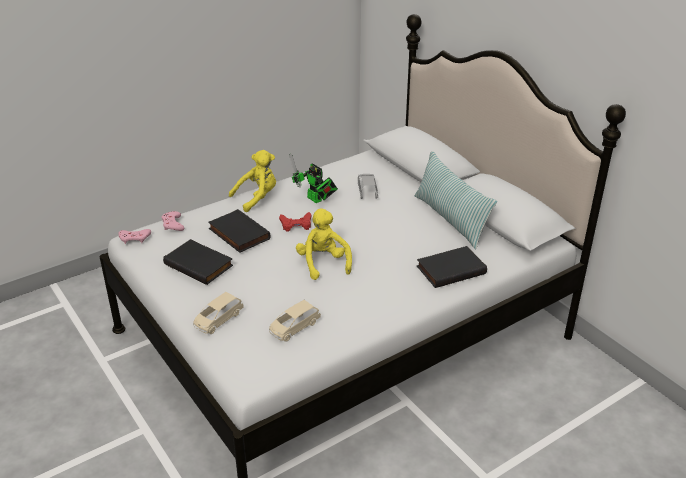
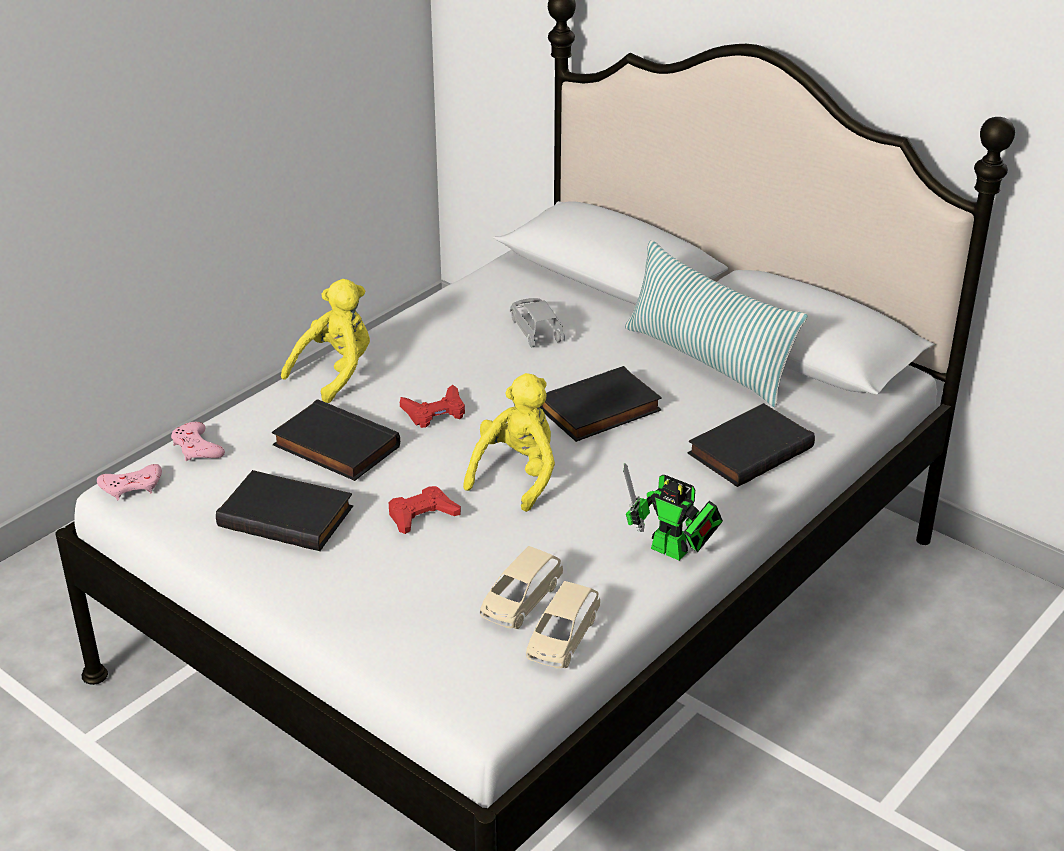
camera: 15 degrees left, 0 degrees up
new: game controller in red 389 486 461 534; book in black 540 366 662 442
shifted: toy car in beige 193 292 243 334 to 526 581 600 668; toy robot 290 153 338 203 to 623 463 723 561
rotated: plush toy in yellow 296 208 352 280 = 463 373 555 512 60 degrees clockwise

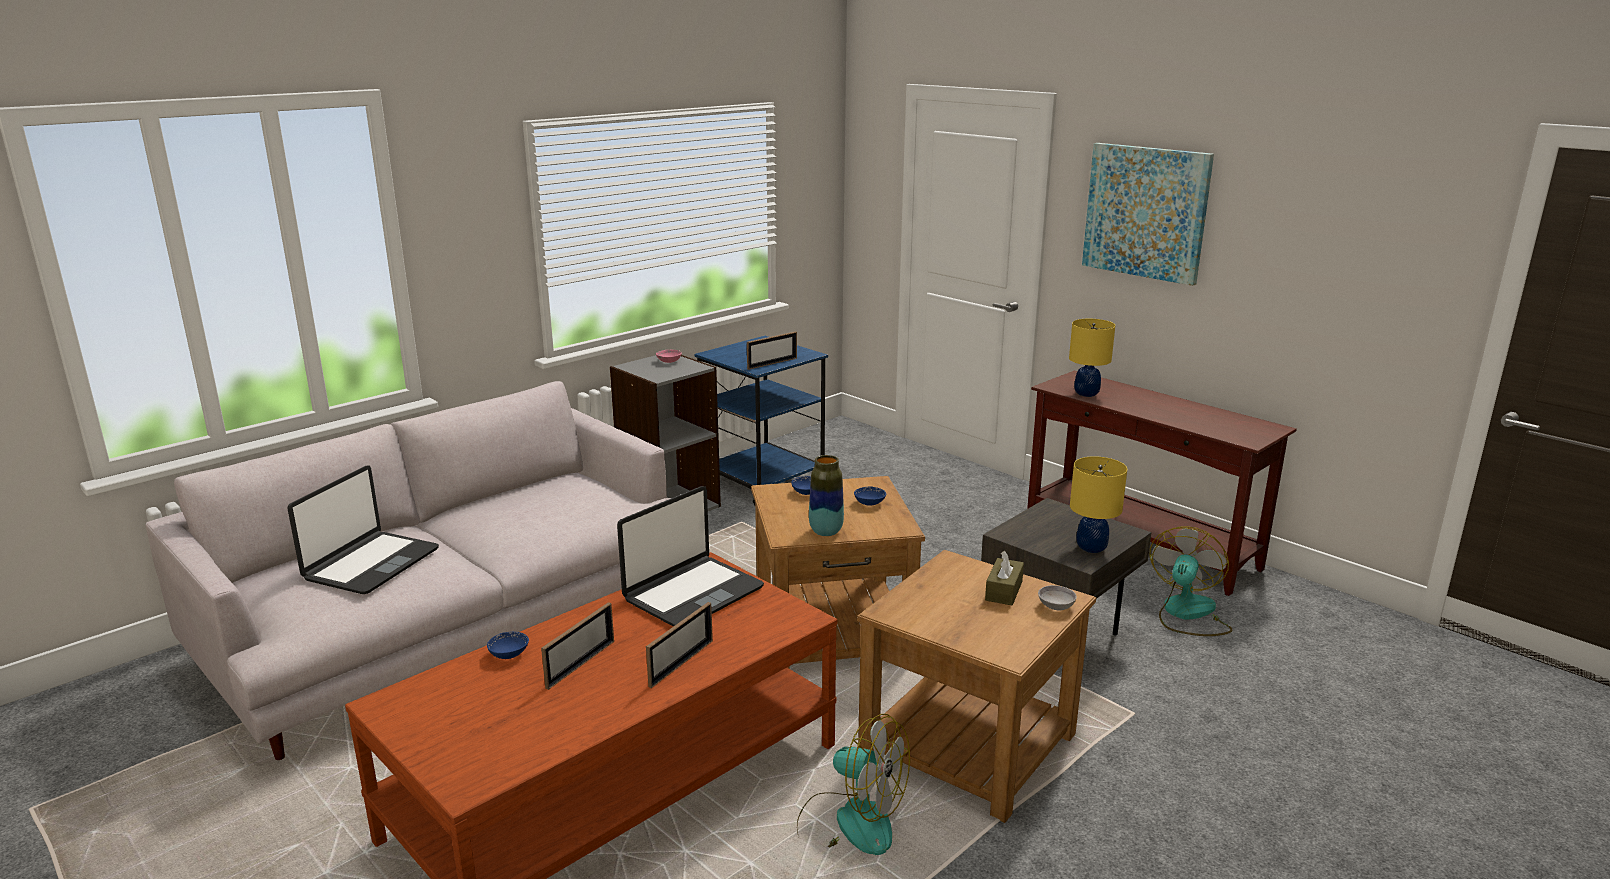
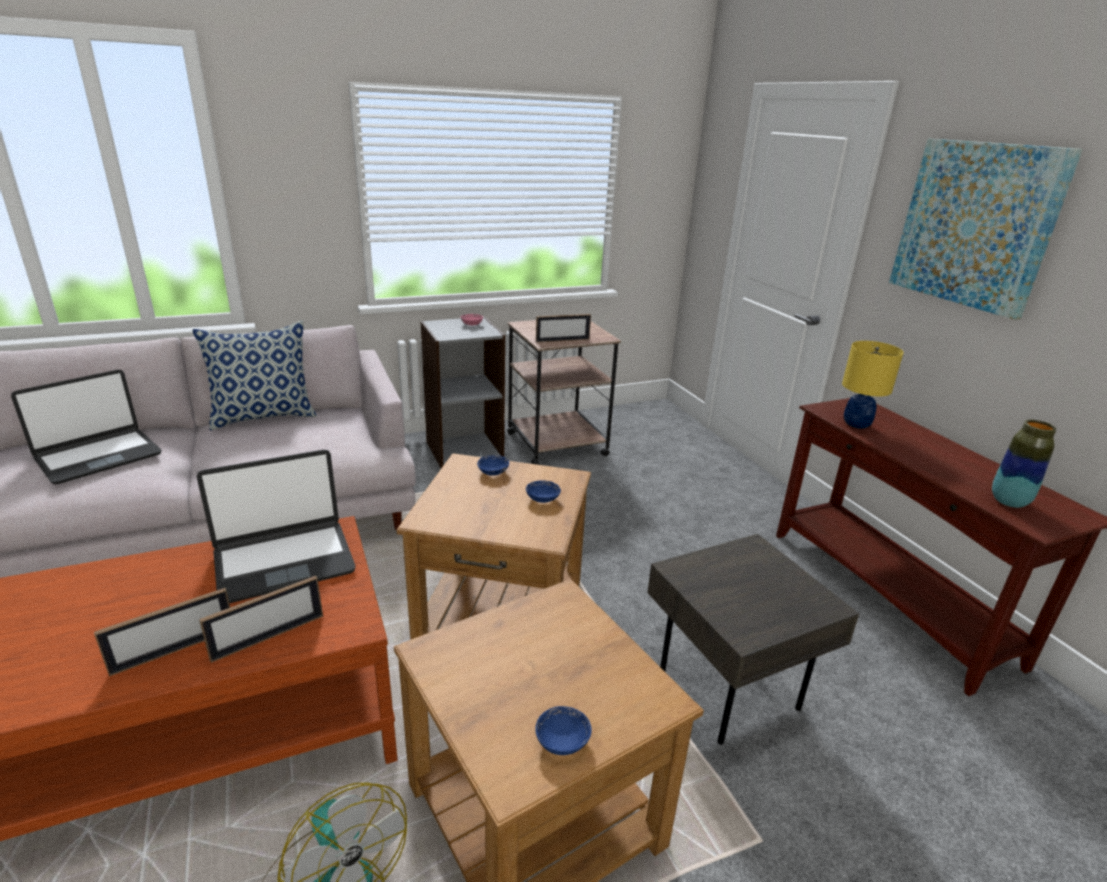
camera: 20 degrees right, 5 degrees up
gone: tissue box in brown 985 551 1024 605; bowl in grey 1038 585 1077 610; table lamp in yellow 1070 456 1127 553; fan 1150 526 1232 636
new: pillow 192 320 317 430
shifted: picture frame 541 602 614 690 to 199 576 323 663; bowl in blue 487 632 529 659 to 535 706 592 755; vase 809 455 844 536 to 992 420 1056 508
repainted: cart in blue 694 336 828 505 to cart in brown 507 320 621 465

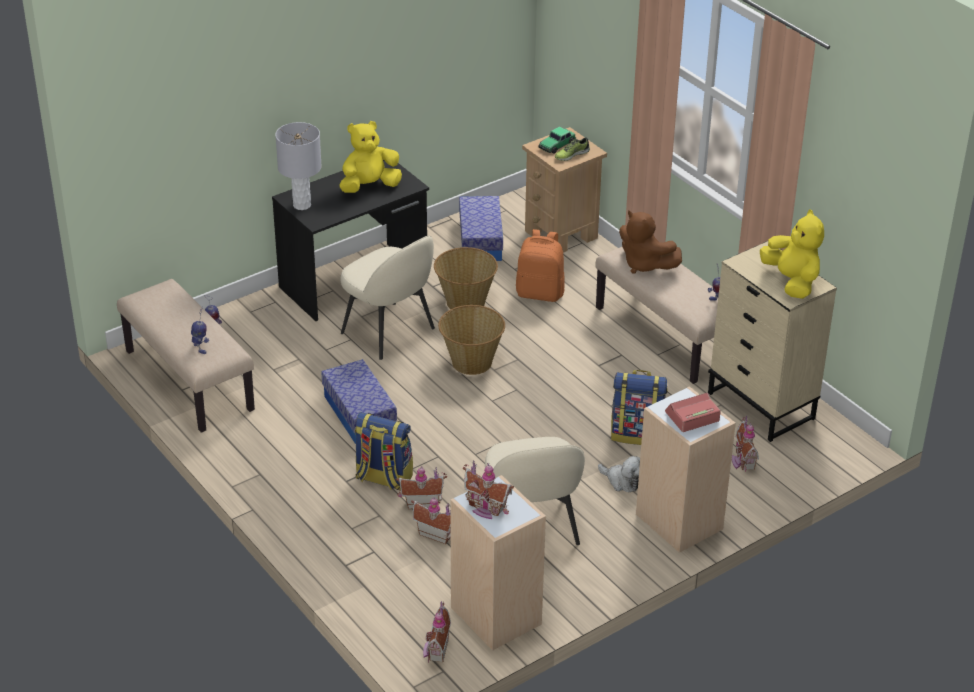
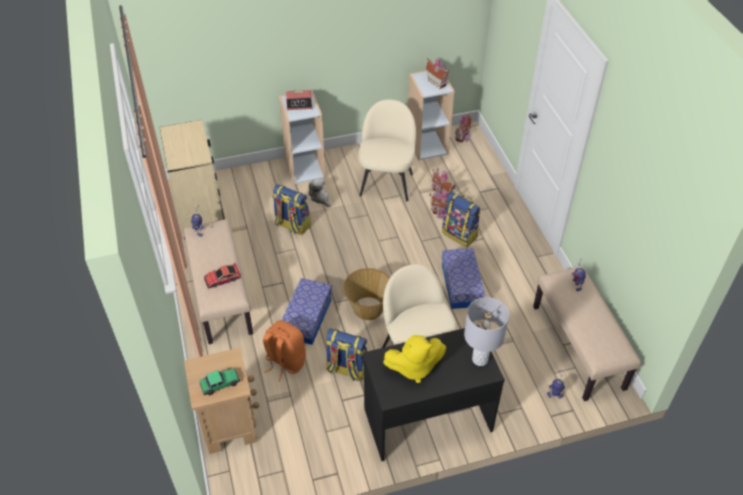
camera: 160 degrees left, 10 degrees up
gone: shoe 555 138 590 161; toy house 732 416 759 471; plush toy in yellow 760 209 824 299
shifted: storage box 459 196 503 261 to 282 278 332 345
swapped: plush toy in brown 619 211 682 274 to toy car 204 263 241 288; basket 434 247 498 311 to backpack 326 329 367 381

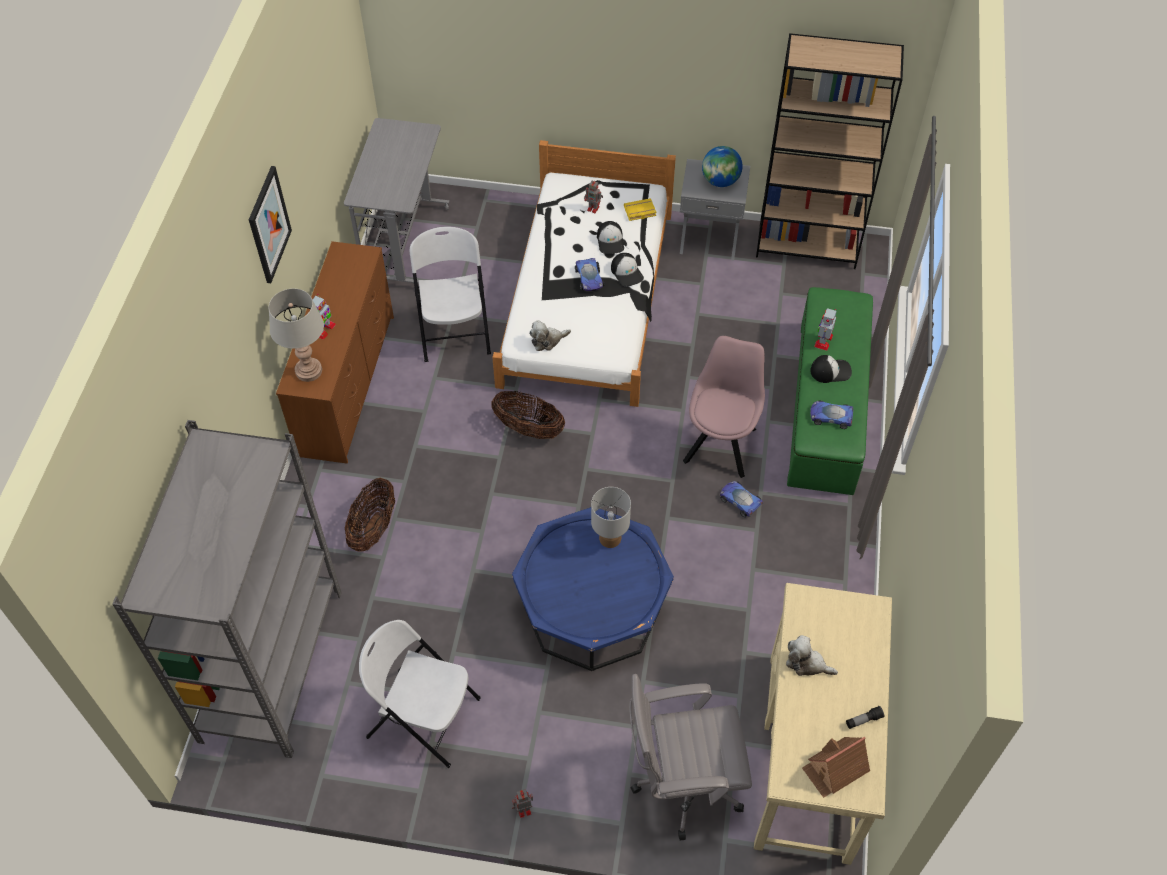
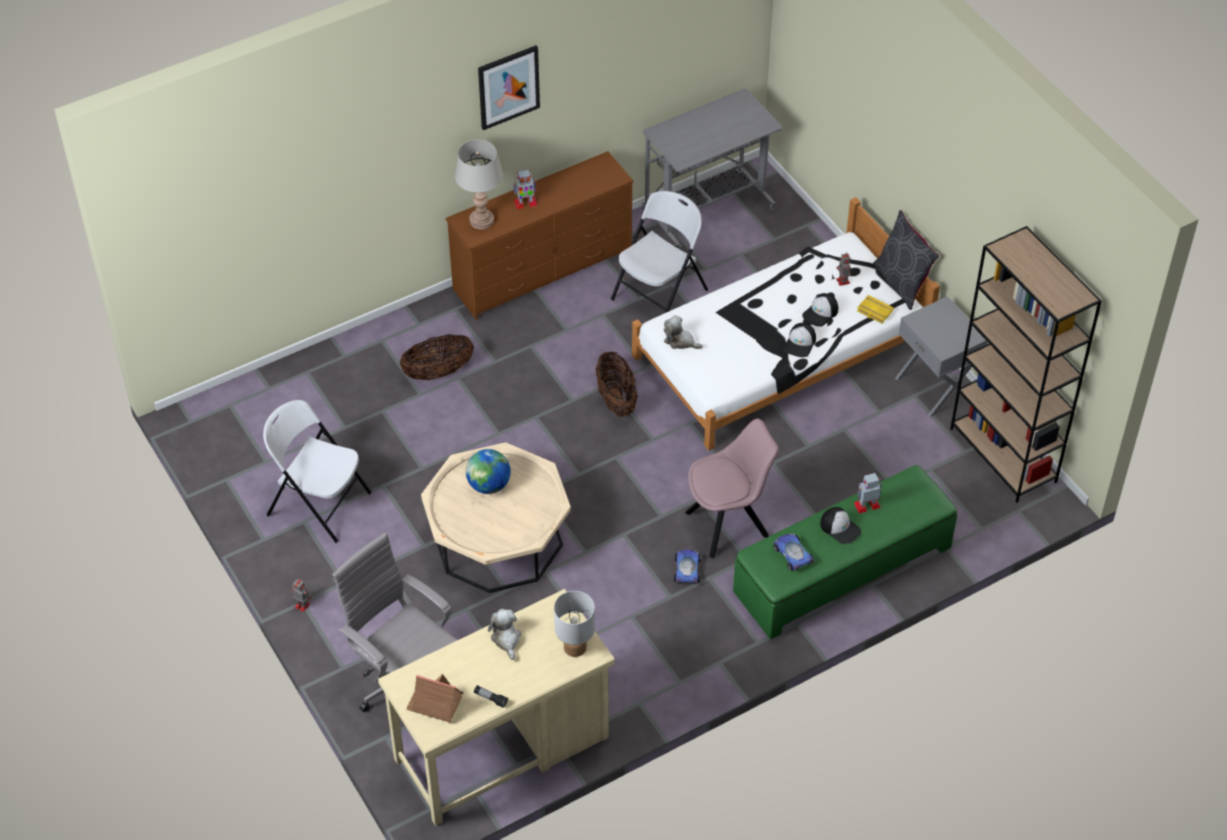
camera: 50 degrees right, 5 degrees down
gone: bookcase in grey 112 420 342 758; toy car 575 258 604 291
new: pillow in grey 873 210 939 310
shifted: globe 702 146 743 187 to 466 449 511 494; table lamp in grey 591 487 631 548 to 554 591 595 657
repainted: coffee table in blue 512 507 674 671 to coffee table in beige 421 442 571 593
rotated: chair in white 359 620 481 768 = 263 400 372 543 45 degrees counterclockwise

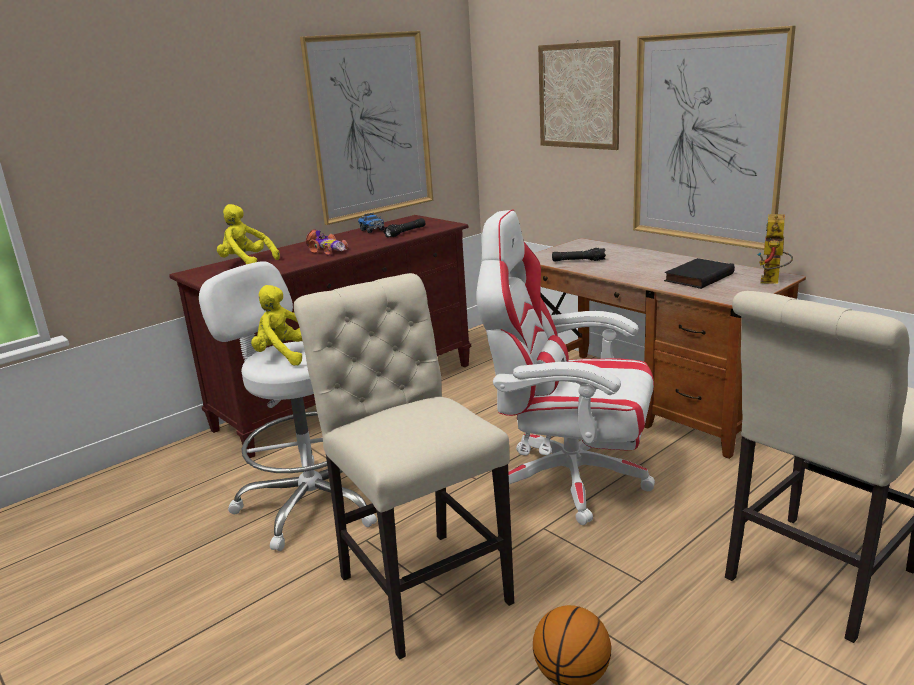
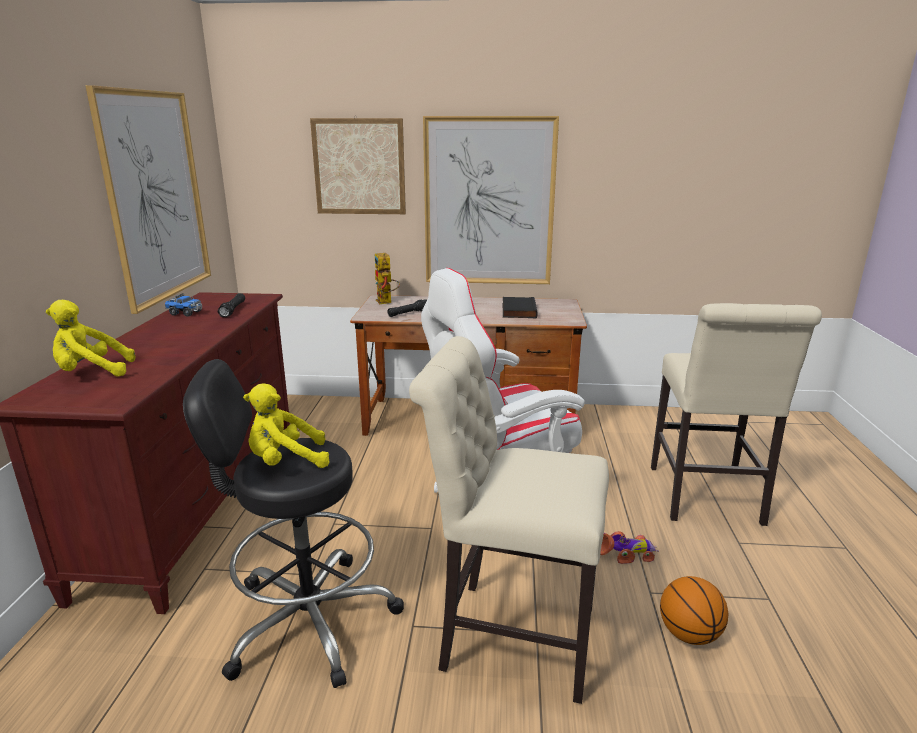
camera: 45 degrees left, 0 degrees up
shifted: toy robot 757 214 793 284 to 375 253 400 304; toy car 306 229 349 255 to 600 531 659 564
repainted: stool in white 199 261 377 551 to stool in black 183 359 404 688

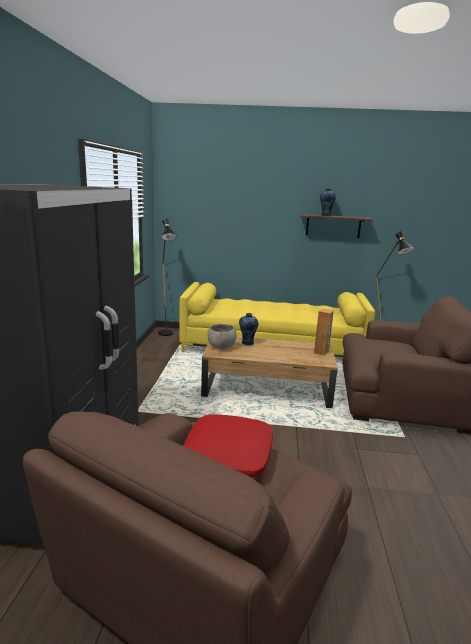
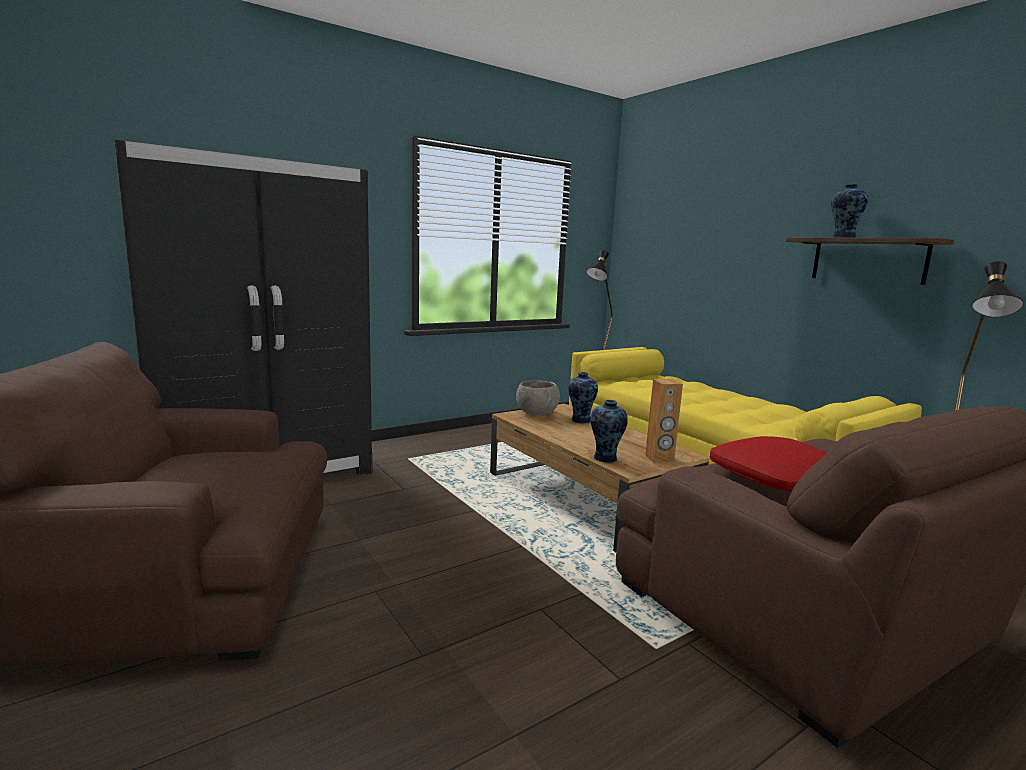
camera: 50 degrees right, 5 degrees down
new: vase 591 400 628 463
shifted: pillow in red 183 414 273 478 to 710 436 827 491

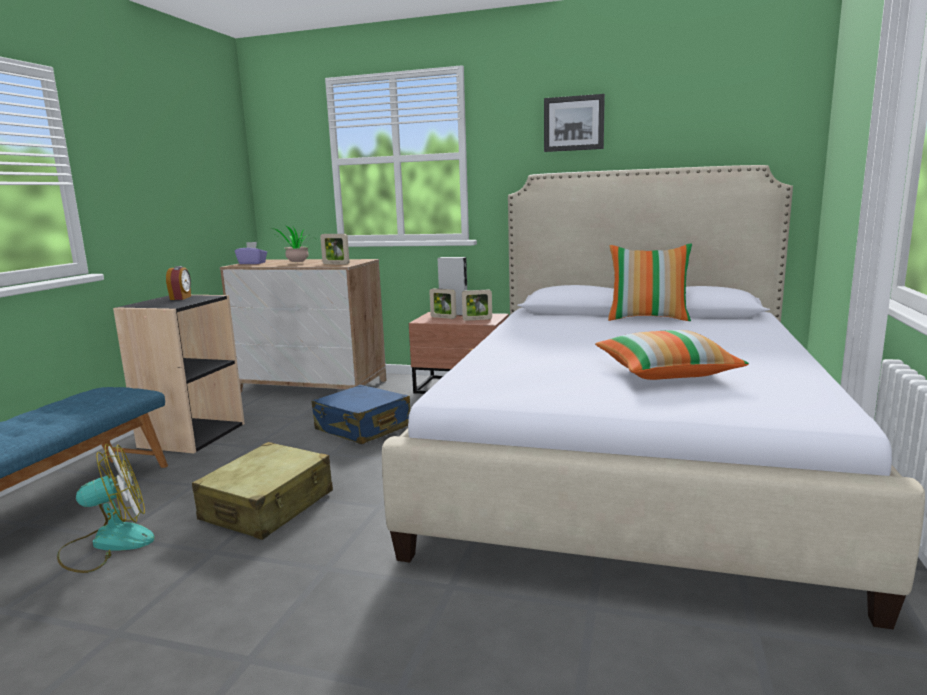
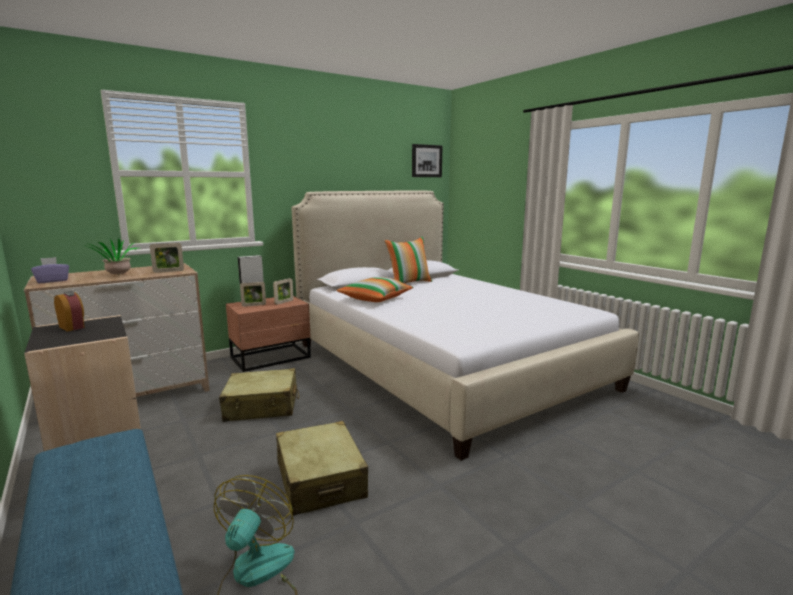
camera: 50 degrees left, 0 degrees up
shifted: pillow 595 330 749 380 to 336 277 413 302; picture 544 94 605 152 to 412 144 443 177
repainted: suitcase in blue 312 385 410 444 to suitcase in beige 219 368 299 422

